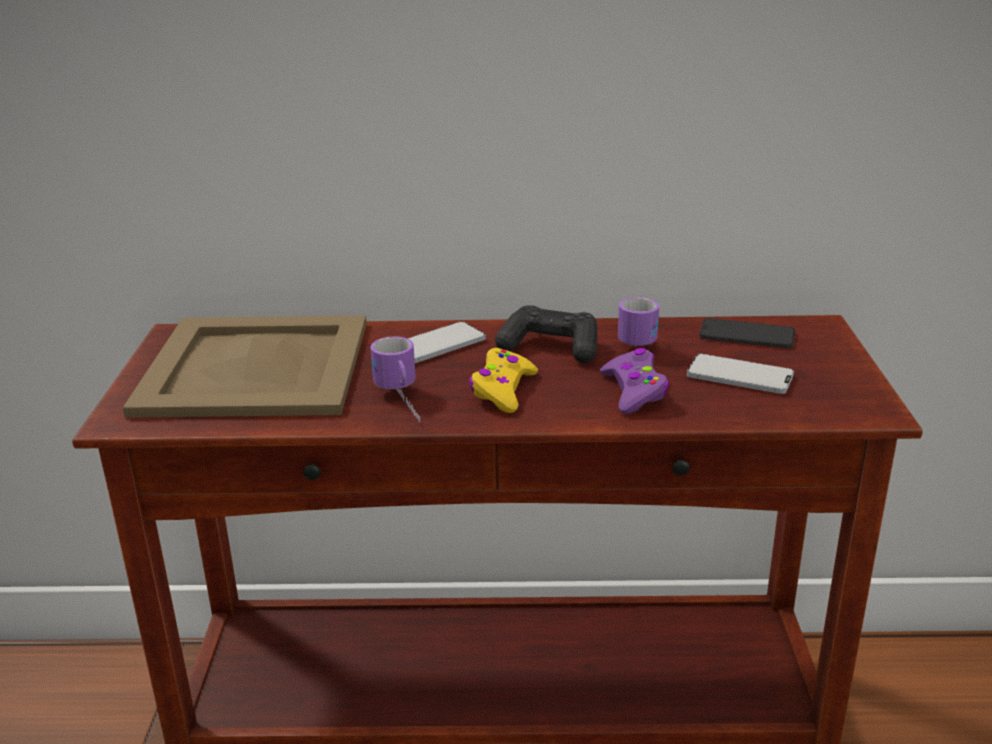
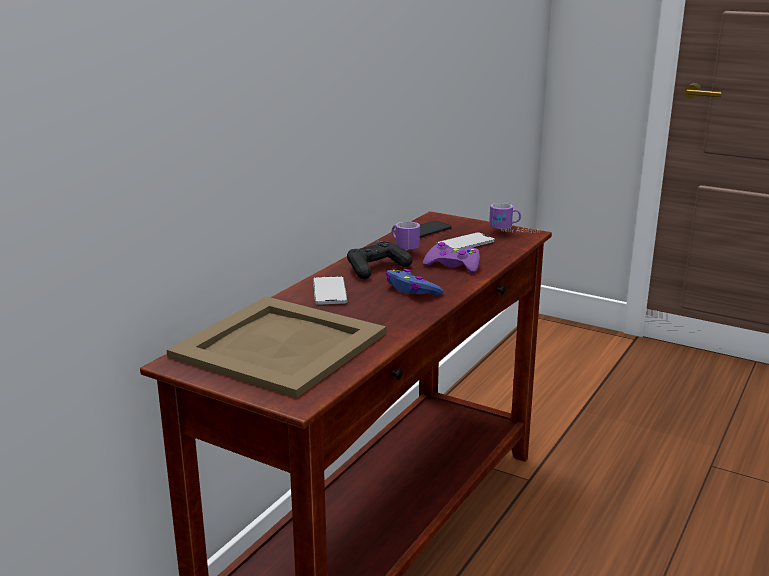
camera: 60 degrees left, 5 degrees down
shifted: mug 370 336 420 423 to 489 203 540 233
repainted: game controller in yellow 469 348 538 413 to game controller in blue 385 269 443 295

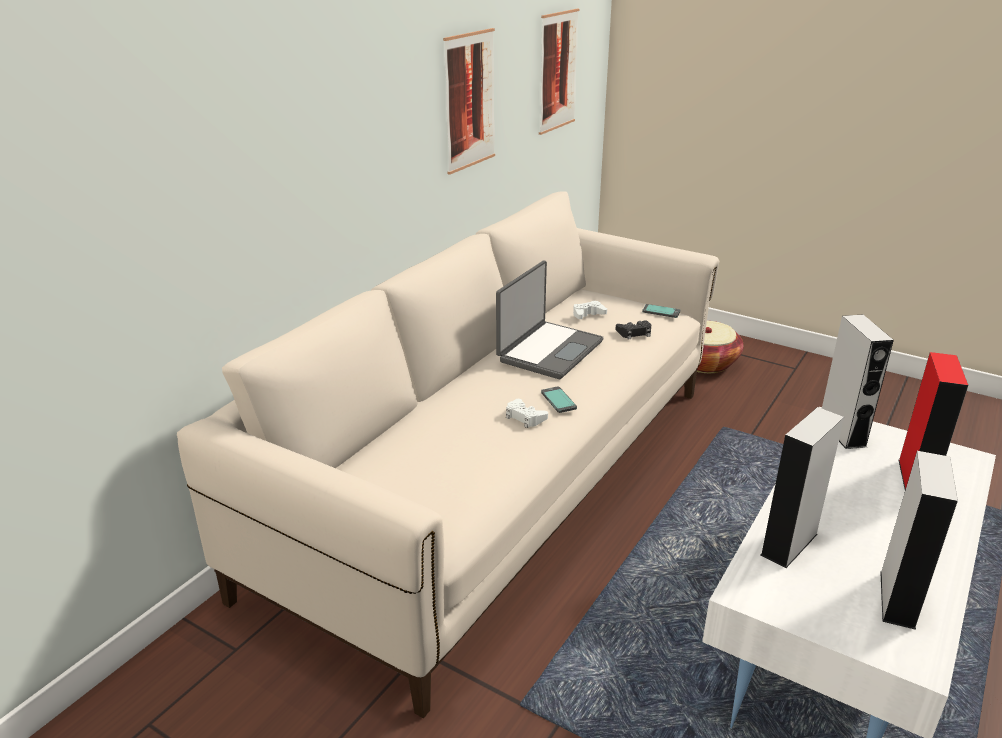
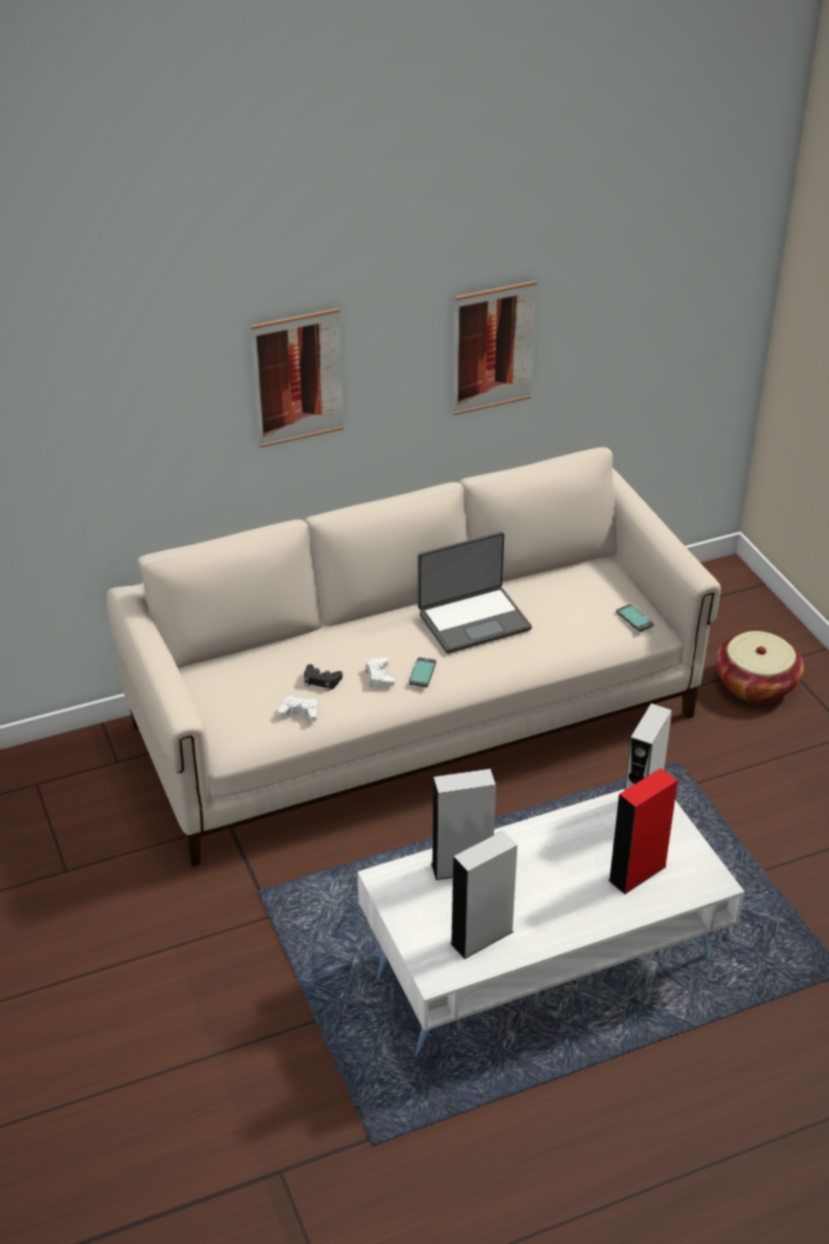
camera: 35 degrees right, 10 degrees up
shifted: picture 539 9 580 135 to 251 308 343 448; game controller in white 573 301 607 319 to 279 696 318 721; game controller in black 615 320 651 340 to 304 664 343 691

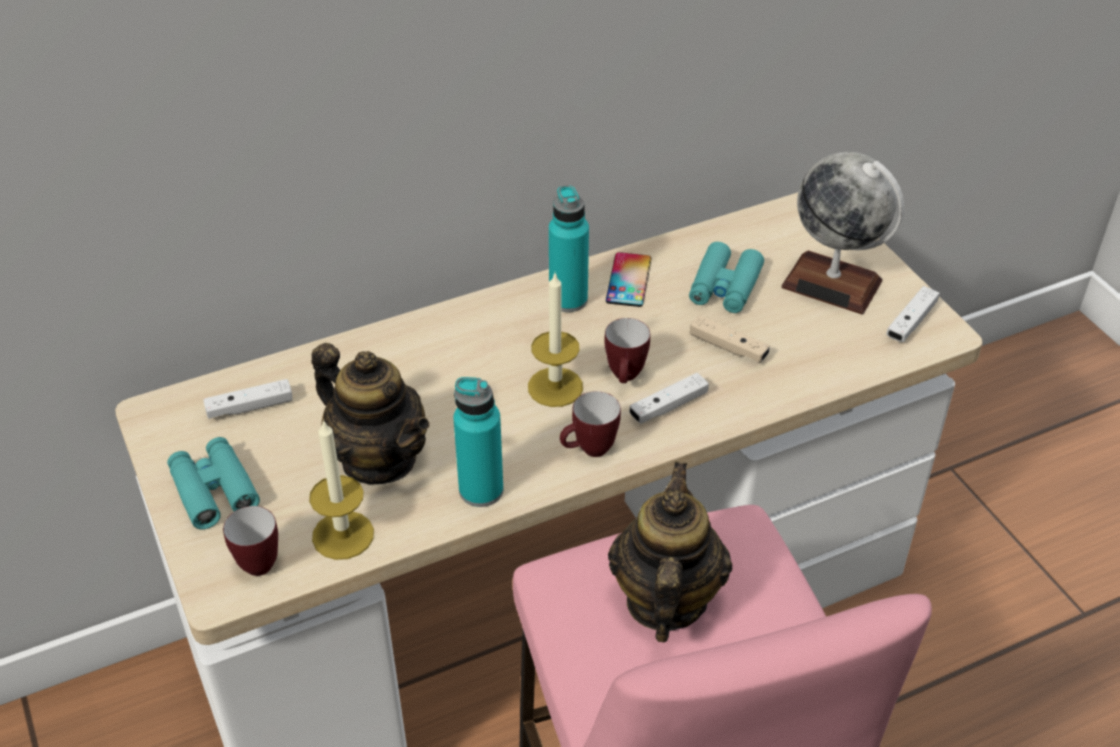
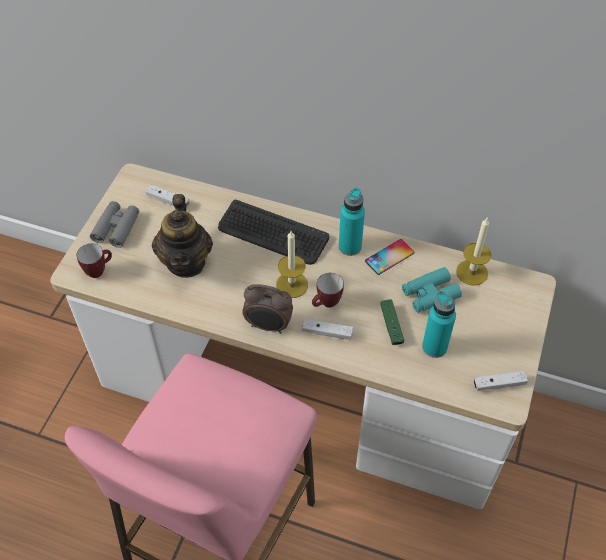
camera: 45 degrees right, 10 degrees up
gone: teapot 608 461 732 642; globe 781 152 904 314
new: keyboard 218 200 329 265
shifted: bottle in turquoise 453 377 504 507 to 422 291 456 358; candle 309 419 374 560 to 456 218 491 285
swapped: mug 560 391 621 457 to alarm clock 242 284 293 334
repainted: binoculars in turquoise 167 437 260 530 to binoculars in grey 90 201 139 248; game controller in beige 690 315 770 363 to game controller in green 380 299 404 345

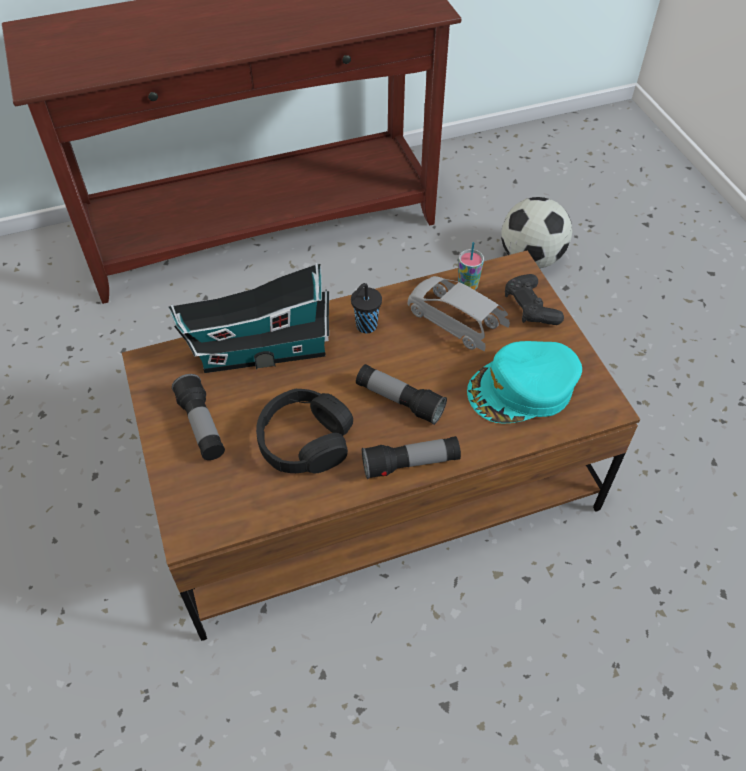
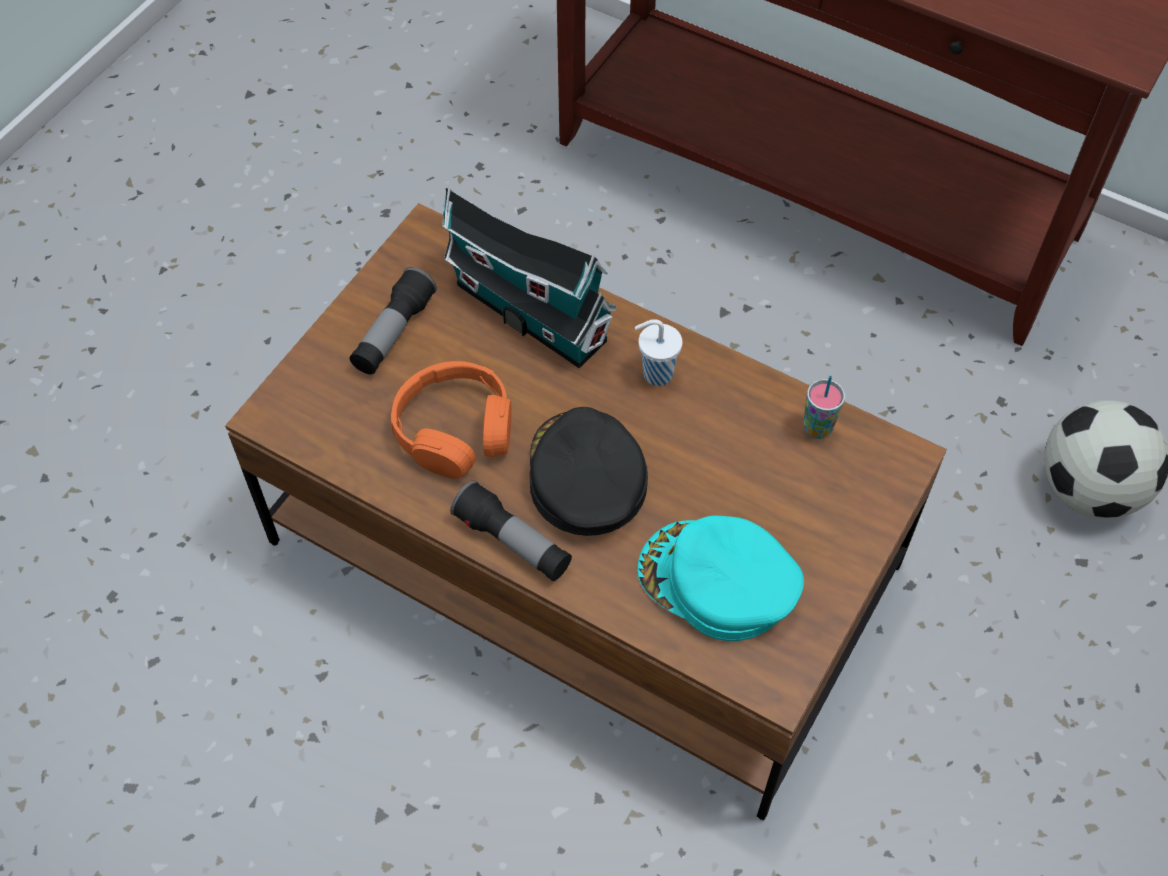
camera: 50 degrees right, 5 degrees up
gone: toy car in grey 408 276 510 352; game controller in black 505 274 564 325
swapped: flashlight 356 364 447 425 to cap in black 530 407 648 536
repainted: headphones in black 256 389 353 473 to headphones in orange 391 361 512 479; cup in black 351 283 382 333 to cup in white 635 319 682 386

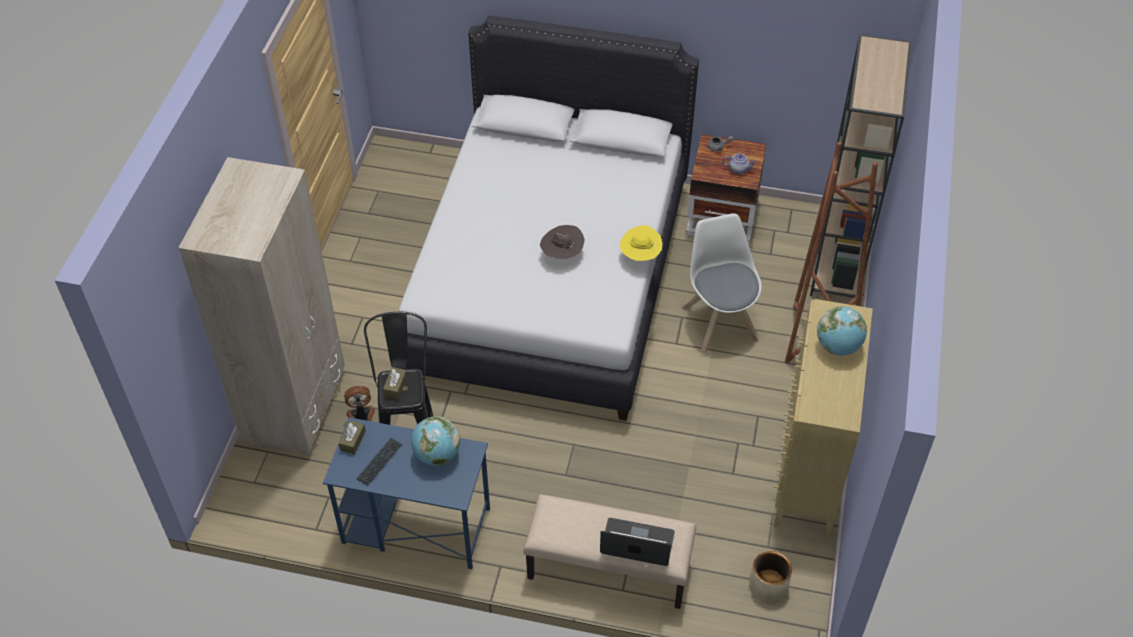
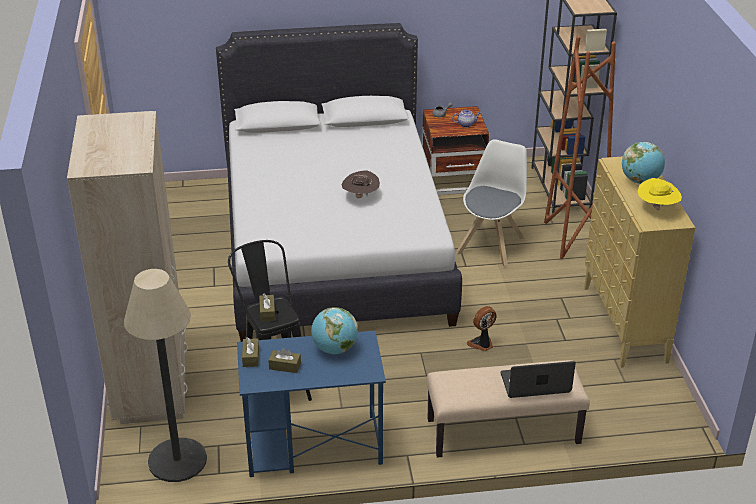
camera: 20 degrees left, 15 degrees down
gone: planter in beige 749 551 792 602
new: floor lamp 124 269 207 482
shifted: fan 344 386 375 421 to 467 306 496 351; hat in yellow 620 225 662 261 to 638 178 682 210
swapped: keyboard 357 438 402 486 to tissue box in brown 268 348 301 373
rotated: chair 681 213 762 354 = 456 139 527 267 60 degrees clockwise

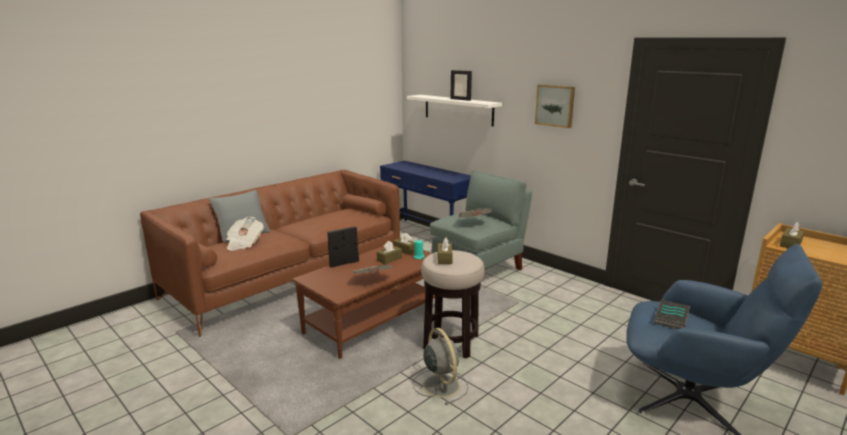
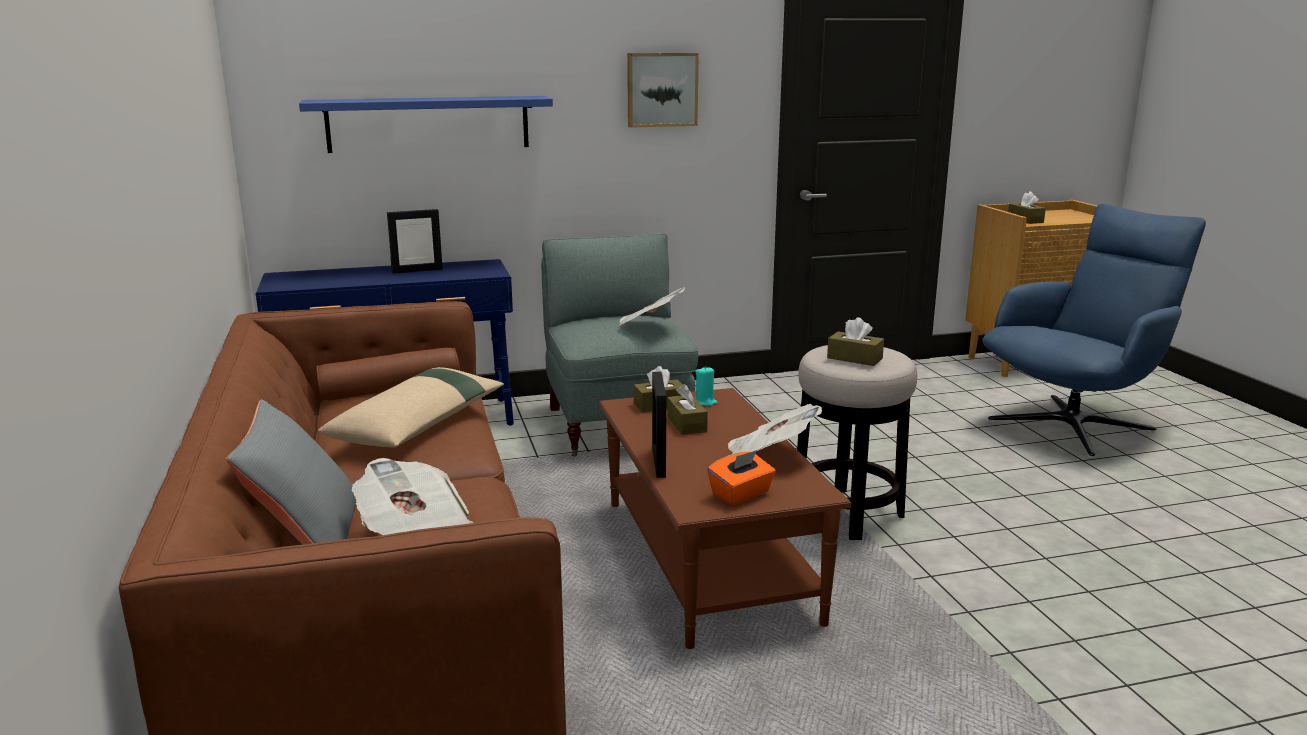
camera: 60 degrees left, 0 degrees up
gone: fan in grey 412 328 469 405; book 654 300 690 329
new: pillow in beige 318 367 504 448; tissue box in orange 707 450 776 505
shifted: picture frame 450 70 472 101 to 387 209 443 274
repainted: shelf in white 407 95 502 126 to shelf in blue 299 96 553 153

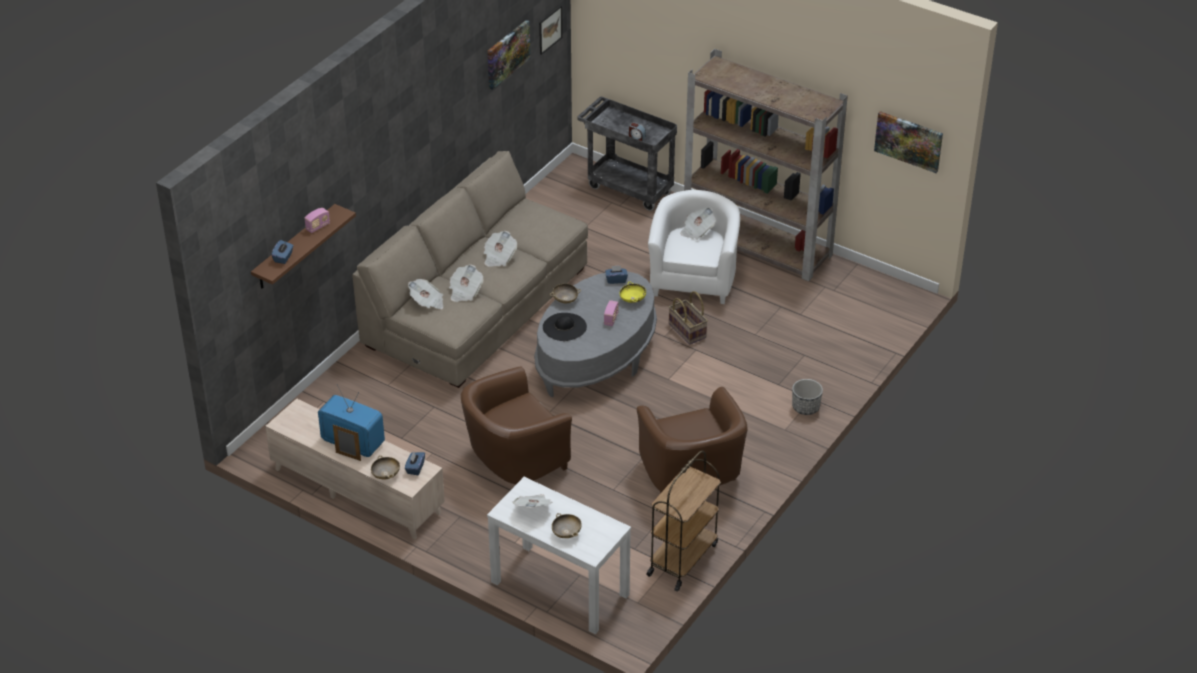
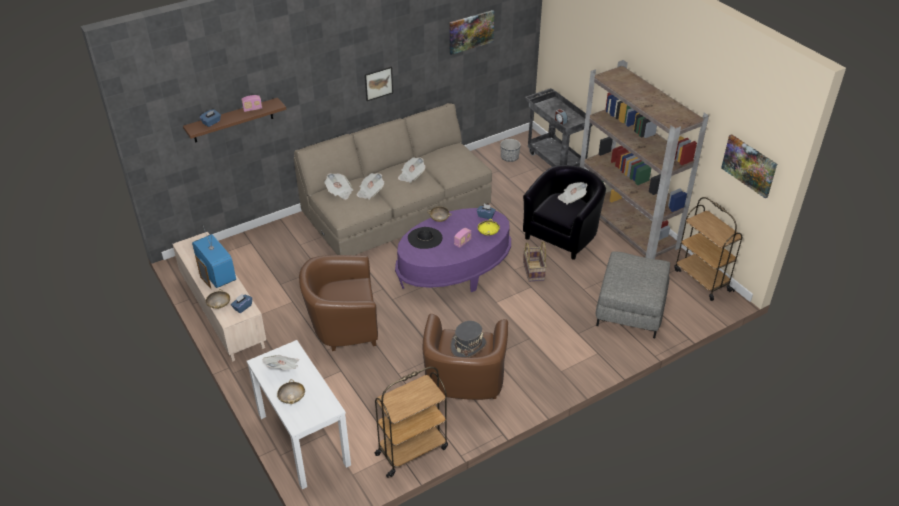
camera: 25 degrees right, 0 degrees up
new: hat in grey 450 321 487 357; ottoman in grey 596 251 670 338; cart in brown 674 197 742 301
shifted: picture 539 5 562 55 to 365 67 393 101; planter 792 379 823 415 to 500 139 521 162
repainted: coffee table in grey 534 271 657 398 to coffee table in purple 395 208 511 292; armchair in white 648 190 740 304 to armchair in black 523 165 606 260

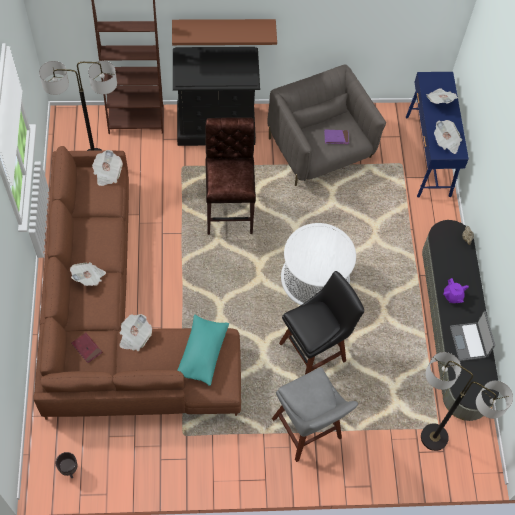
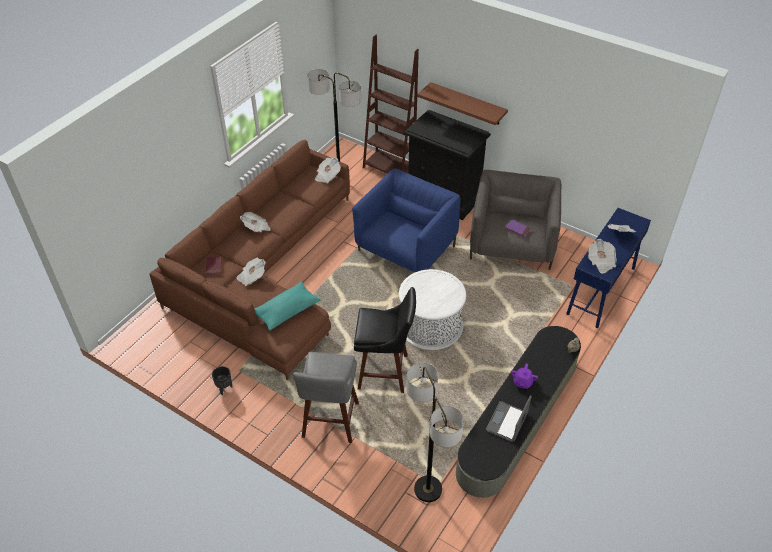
camera: 40 degrees right, 15 degrees down
shifted: planter in black 56 452 78 479 to 212 366 233 395
swapped: stool in brown 205 117 256 235 to armchair in blue 352 169 460 272

